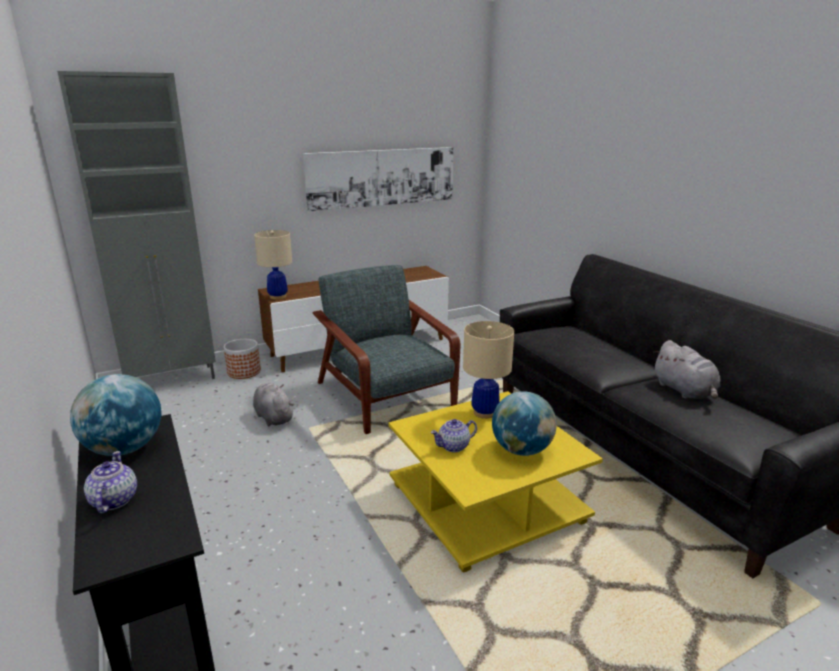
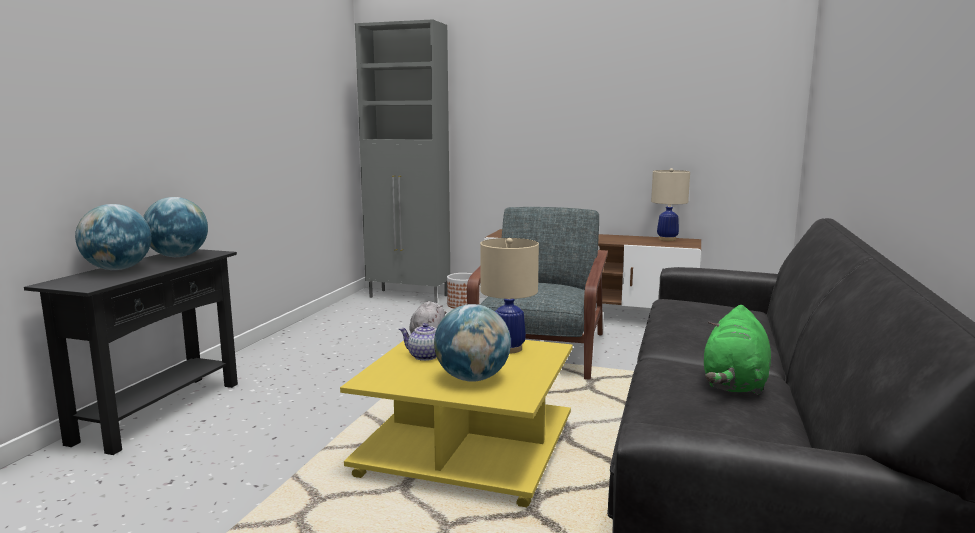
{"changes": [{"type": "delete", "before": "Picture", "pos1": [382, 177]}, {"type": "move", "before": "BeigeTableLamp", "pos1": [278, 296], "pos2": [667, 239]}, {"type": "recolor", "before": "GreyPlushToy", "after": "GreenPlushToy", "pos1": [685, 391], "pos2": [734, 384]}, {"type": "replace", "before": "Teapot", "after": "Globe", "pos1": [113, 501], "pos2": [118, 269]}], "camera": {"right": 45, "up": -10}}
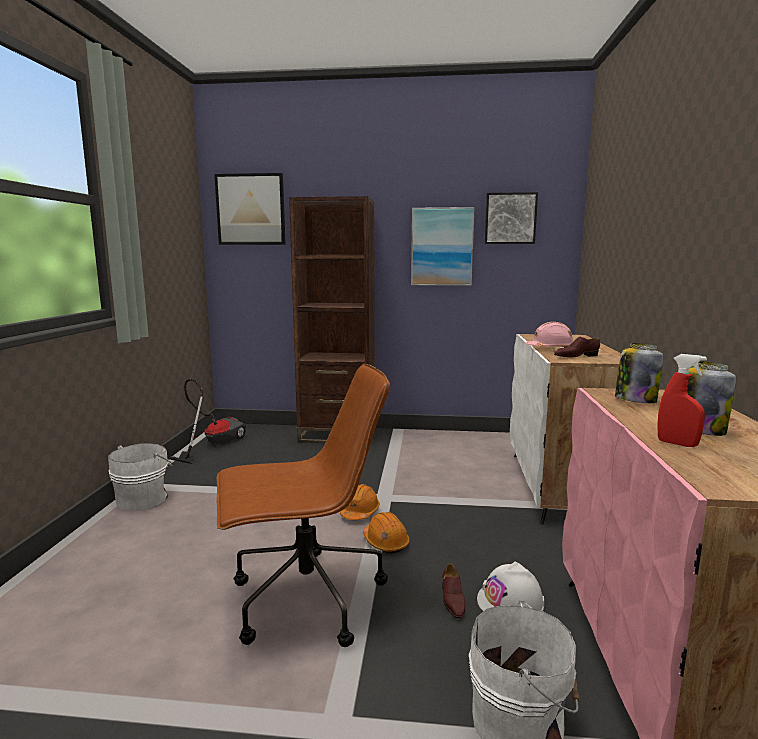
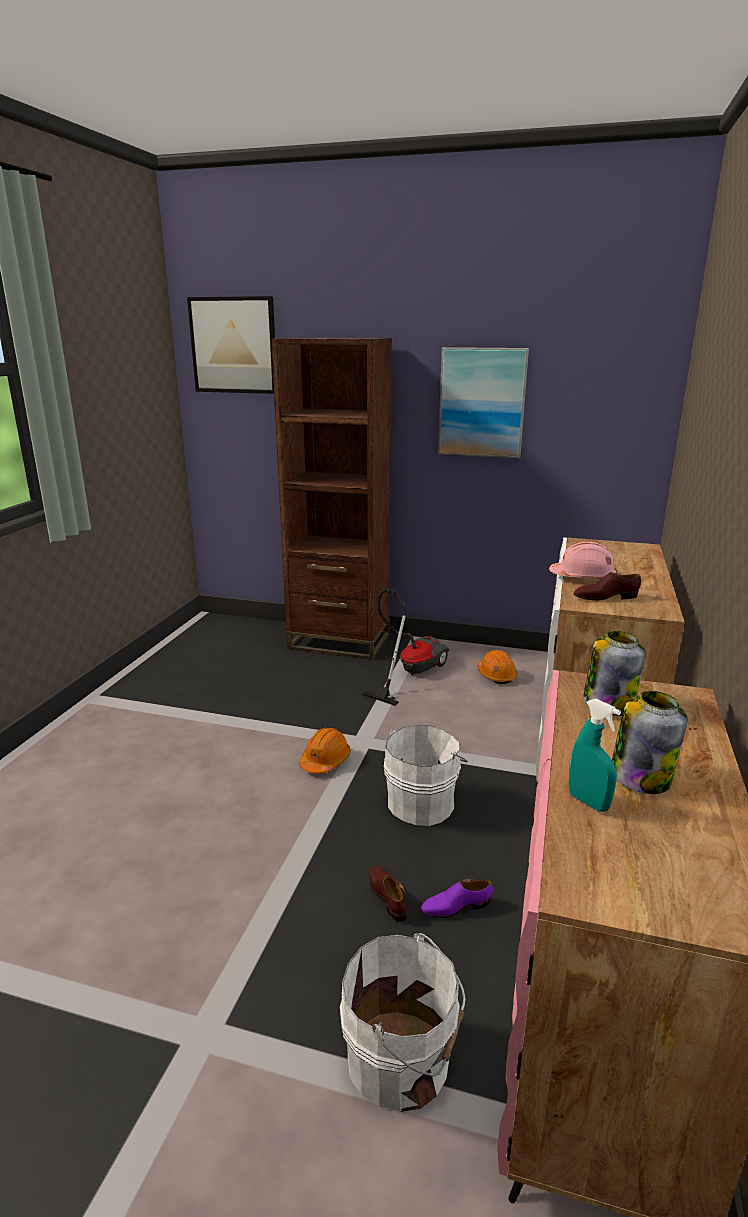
{"changes": [{"type": "delete", "before": "Picture", "pos1": [510, 218]}, {"type": "recolor", "before": "RedSprayBottle", "after": "TurquoiseSprayBottle", "pos1": [677, 444], "pos2": [588, 802]}, {"type": "delete", "before": "BrownOfficeChair", "pos1": [304, 599]}, {"type": "move", "before": "VacuumCleaner", "pos1": [213, 444], "pos2": [409, 673]}, {"type": "move", "before": "WhiteBucket", "pos1": [144, 498], "pos2": [423, 802]}, {"type": "move", "before": "OrangeHardHat", "pos1": [385, 542], "pos2": [496, 675]}, {"type": "replace", "before": "WhiteHardHat", "after": "PurpleShoe", "pos1": [510, 601], "pos2": [455, 907]}, {"type": "rotate", "before": "BrownShoe", "pos1": [452, 600], "pos2": [387, 896], "turn": 150}], "camera": {"right": 10, "up": 10}}
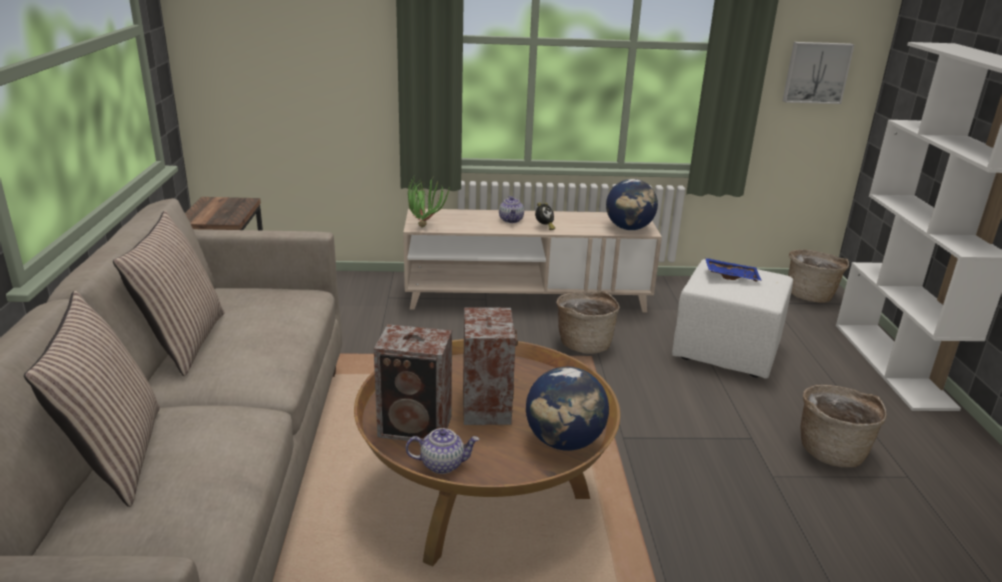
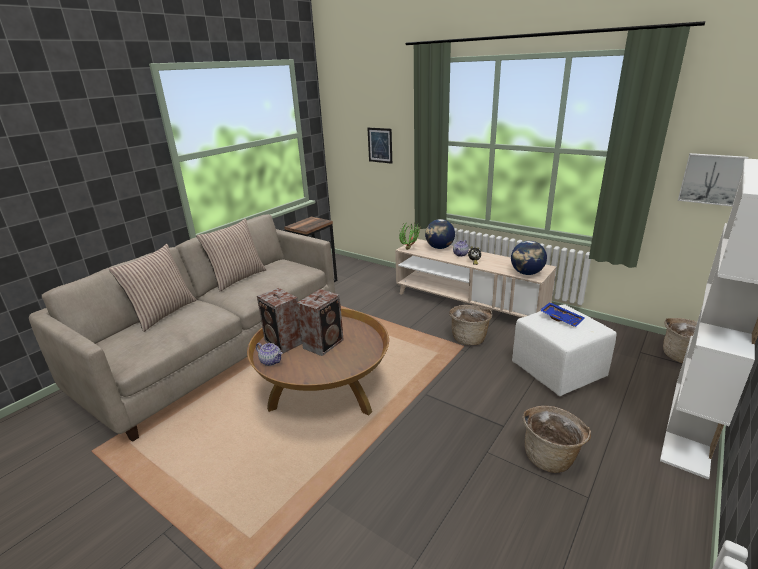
{"changes": [{"type": "move", "before": "Globe", "pos1": [564, 442], "pos2": [439, 248]}, {"type": "insert", "after": "Picture", "pos2": [380, 145]}], "camera": {"right": 40, "up": 0}}
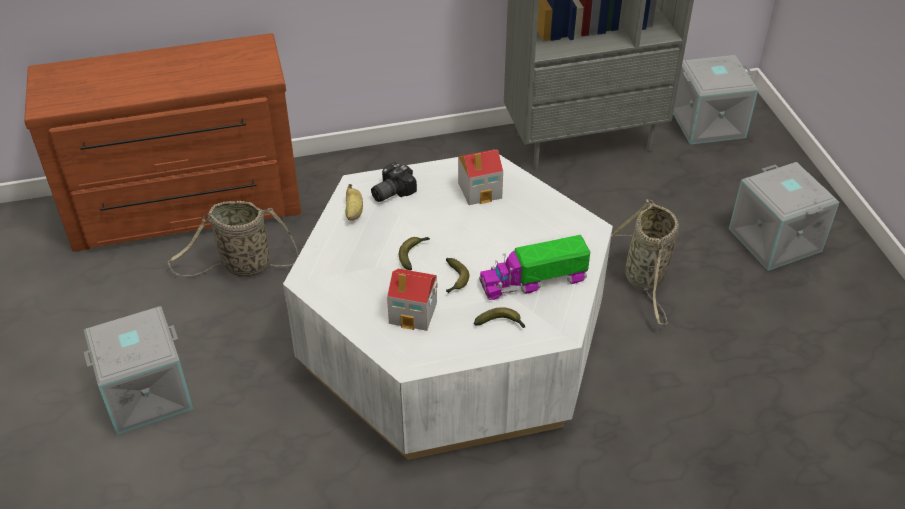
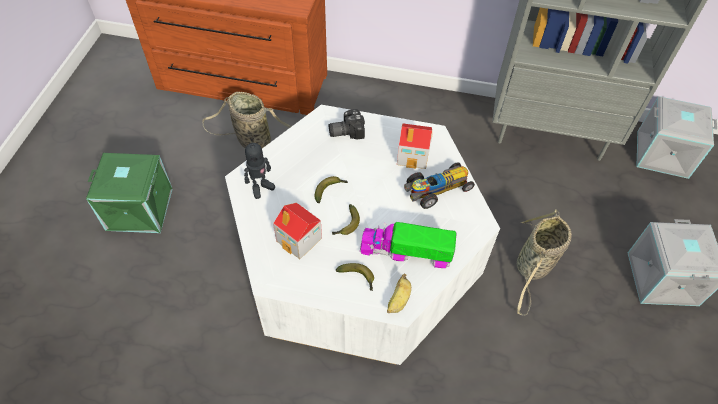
{"changes": [{"type": "move", "before": "Banana", "pos1": [354, 212], "pos2": [398, 301]}, {"type": "recolor", "before": "GreyStorageBox", "after": "GreenStorageBox", "pos1": [147, 392], "pos2": [140, 208]}, {"type": "insert", "after": "ToyRobot", "pos2": [261, 187]}, {"type": "insert", "after": "ToyCar", "pos2": [436, 190]}], "camera": {"right": 25, "up": 10}}
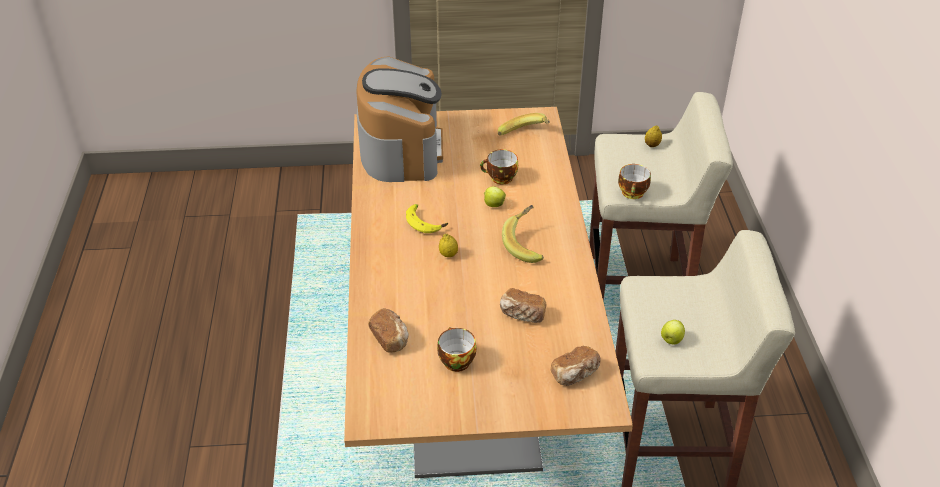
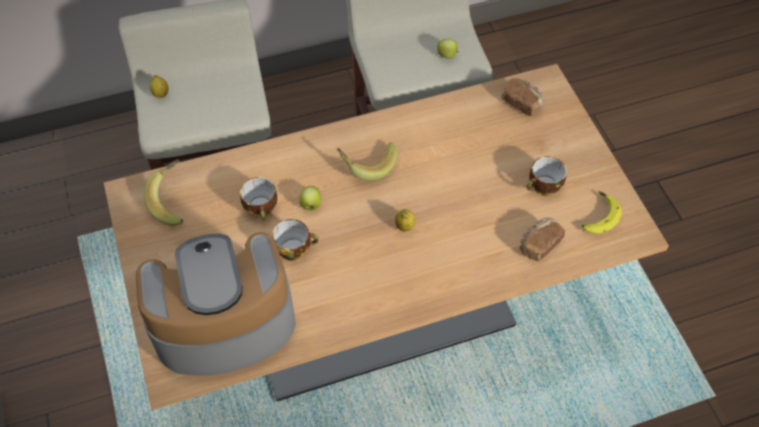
{"changes": [{"type": "move", "before": "Cup", "pos1": [633, 193], "pos2": [295, 248]}, {"type": "move", "before": "Banana", "pos1": [426, 222], "pos2": [597, 216]}, {"type": "delete", "before": "Bread", "pos1": [522, 315]}], "camera": {"right": -105, "up": 15}}
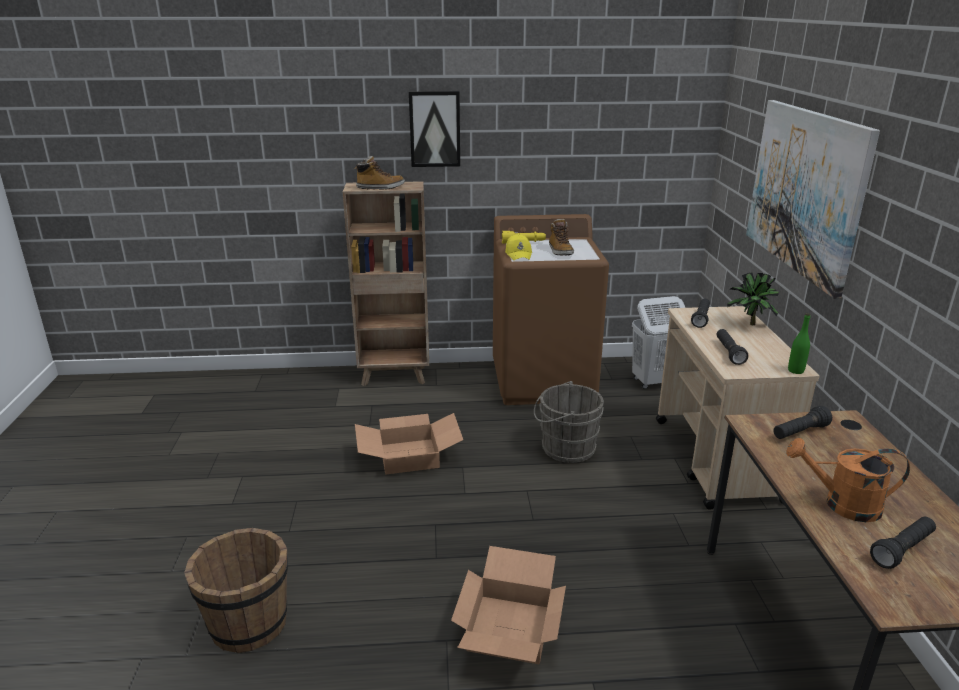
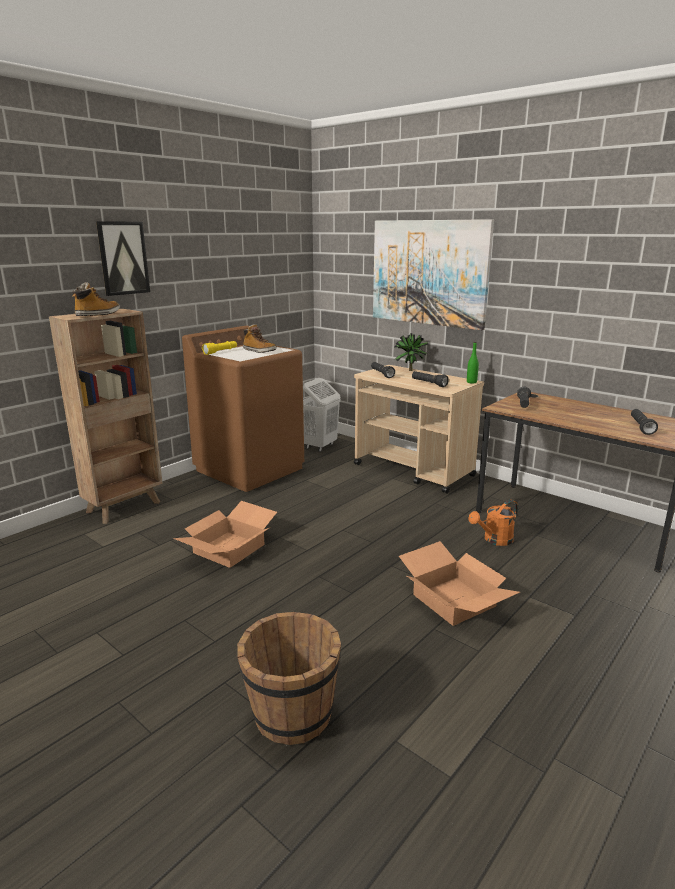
{"changes": [{"type": "delete", "before": "YellowCap", "pos1": [518, 254]}, {"type": "delete", "before": "GreyBucket", "pos1": [564, 448]}, {"type": "move", "before": "OrangeWateringCan", "pos1": [842, 505], "pos2": [494, 540]}], "camera": {"right": -45, "up": -5}}
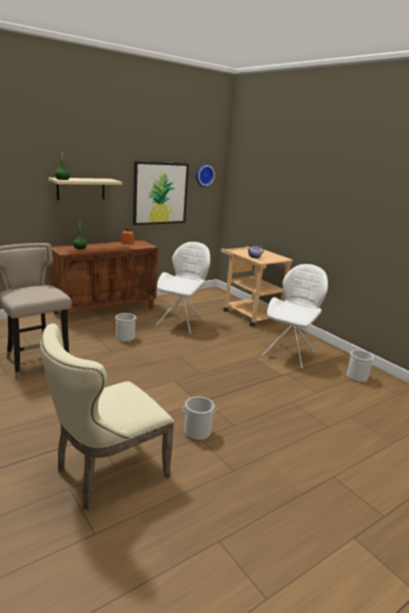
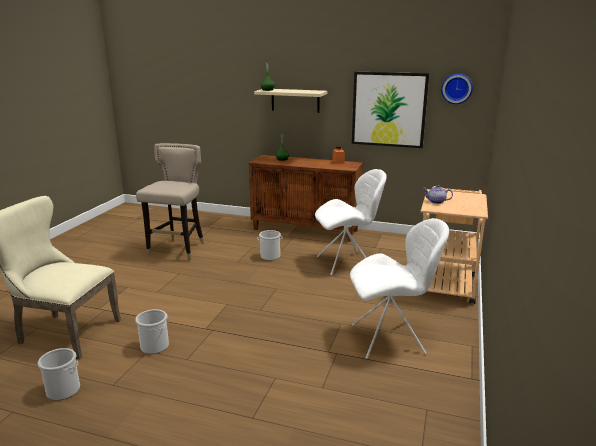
{"changes": [{"type": "move", "before": "Bucket", "pos1": [357, 377], "pos2": [63, 390]}], "camera": {"right": 55, "up": 0}}
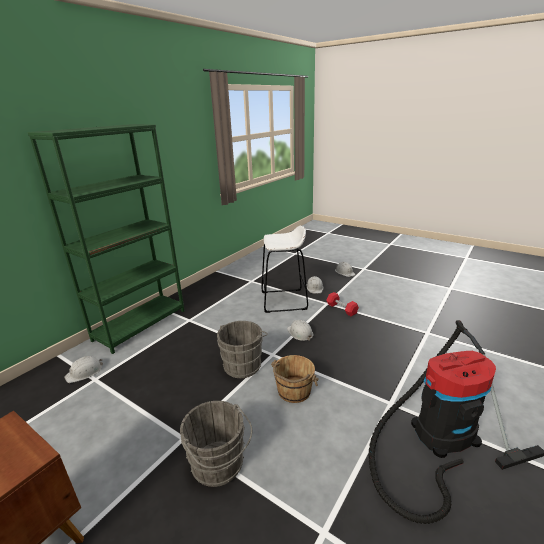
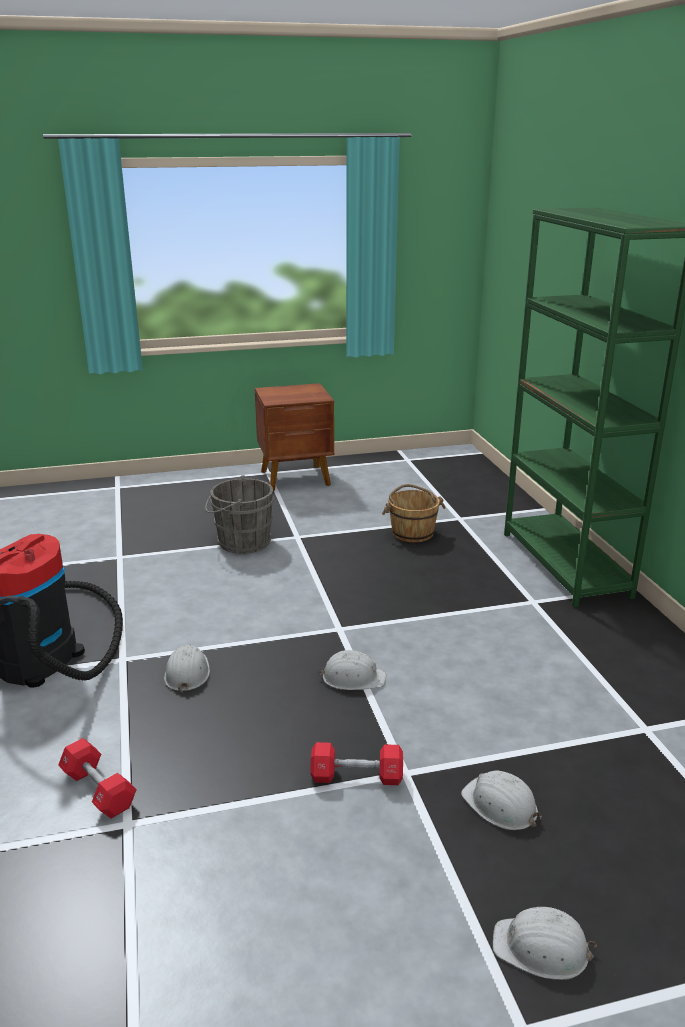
{"changes": [{"type": "delete", "before": "WhiteStool", "pos1": [284, 300]}, {"type": "delete", "before": "GreyBucket", "pos1": [243, 364]}, {"type": "move", "before": "BrownBucket", "pos1": [293, 391], "pos2": [412, 532]}, {"type": "move", "before": "WhiteHardHat", "pos1": [84, 372], "pos2": [187, 673]}, {"type": "insert", "after": "RedDumbbell", "pos2": [98, 790]}], "camera": {"right": 130, "up": 0}}
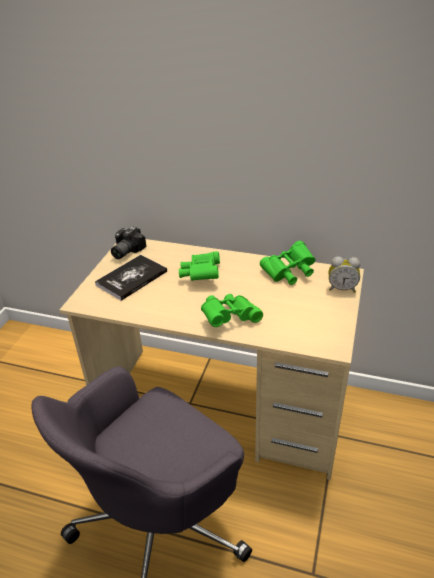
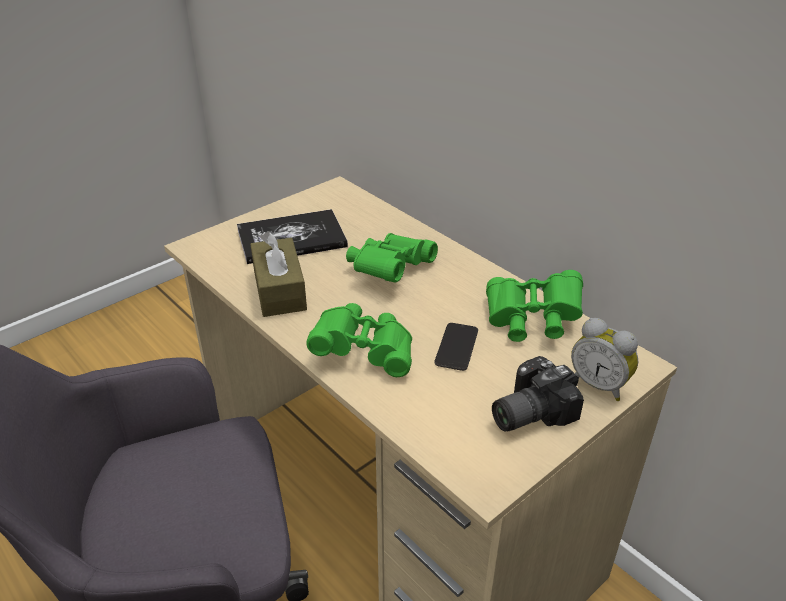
{"changes": [{"type": "move", "before": "PhotoCamera", "pos1": [125, 251], "pos2": [527, 411]}, {"type": "insert", "after": "BrownTissueBox", "pos2": [279, 290]}, {"type": "insert", "after": "Phone", "pos2": [456, 347]}], "camera": {"right": 30, "up": 0}}
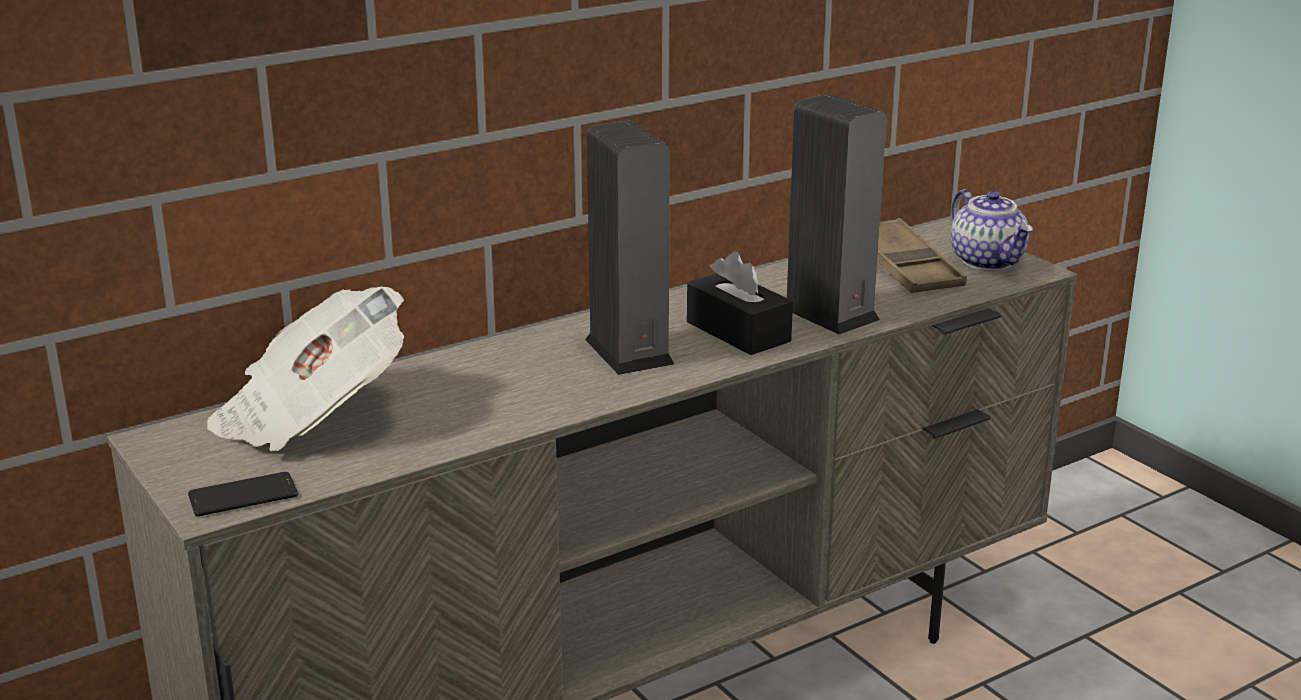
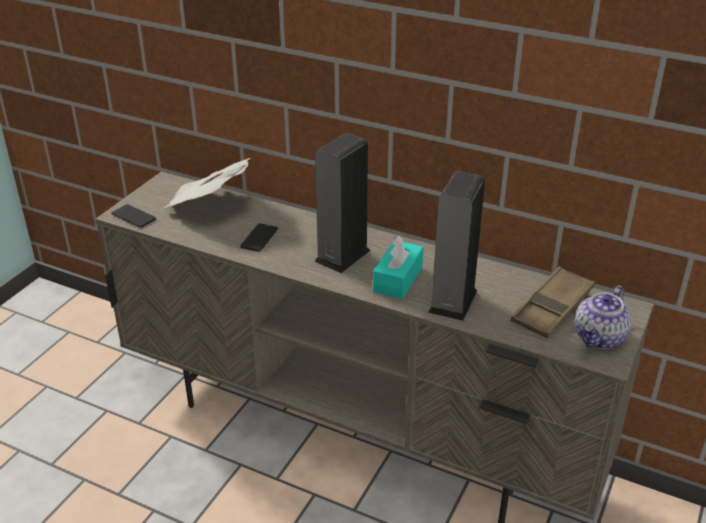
{"changes": [{"type": "recolor", "before": "BlackTissueBox", "after": "TurquoiseTissueBox", "pos1": [738, 332], "pos2": [398, 279]}, {"type": "insert", "after": "Phone", "pos2": [259, 238]}], "camera": {"right": 60, "up": 10}}
